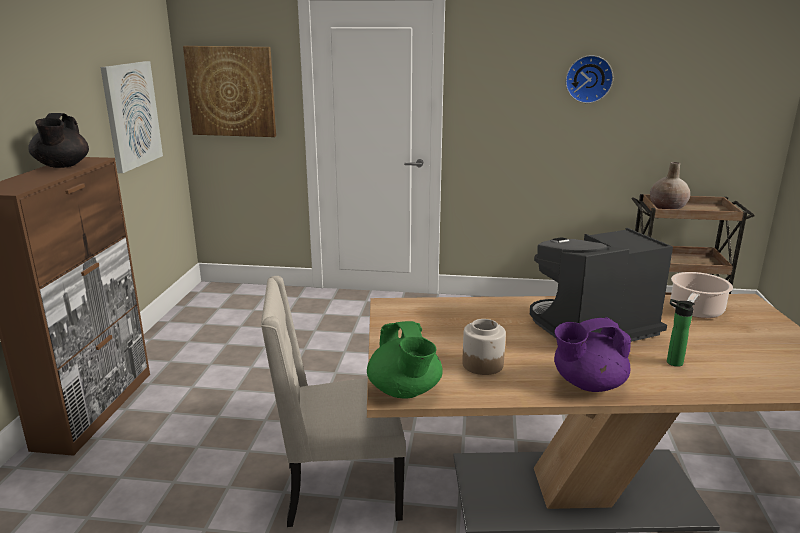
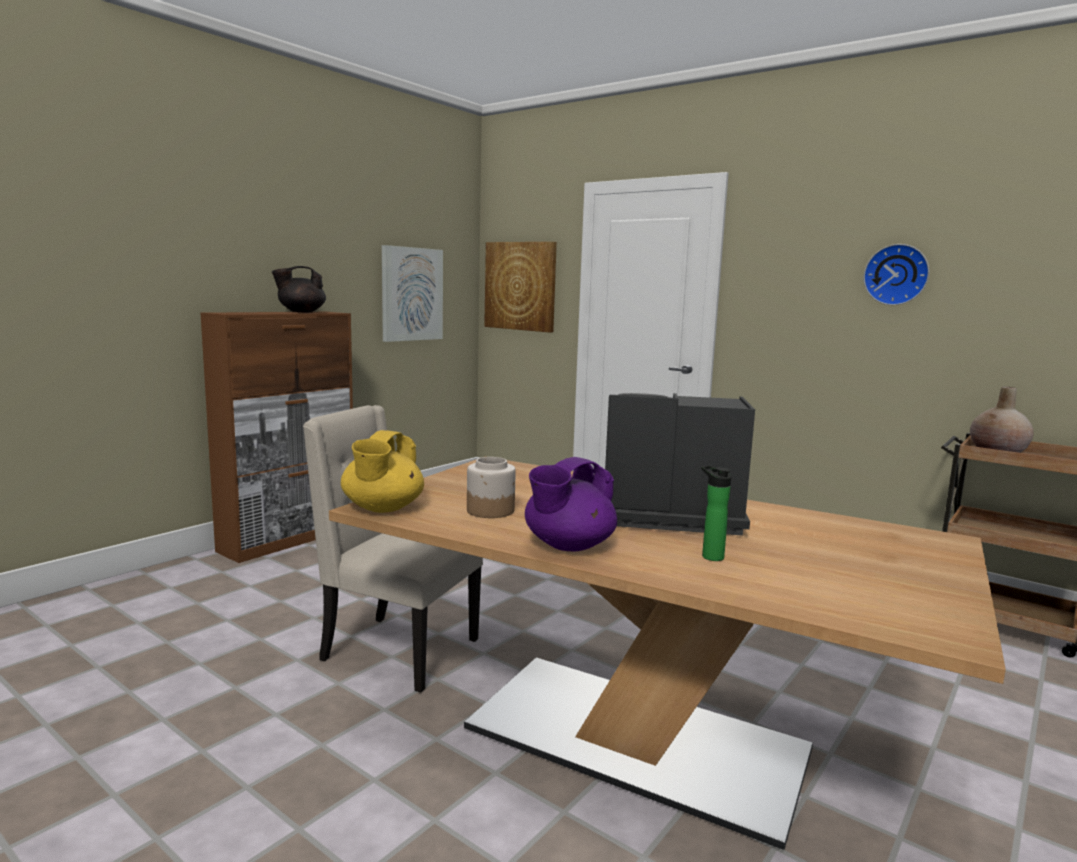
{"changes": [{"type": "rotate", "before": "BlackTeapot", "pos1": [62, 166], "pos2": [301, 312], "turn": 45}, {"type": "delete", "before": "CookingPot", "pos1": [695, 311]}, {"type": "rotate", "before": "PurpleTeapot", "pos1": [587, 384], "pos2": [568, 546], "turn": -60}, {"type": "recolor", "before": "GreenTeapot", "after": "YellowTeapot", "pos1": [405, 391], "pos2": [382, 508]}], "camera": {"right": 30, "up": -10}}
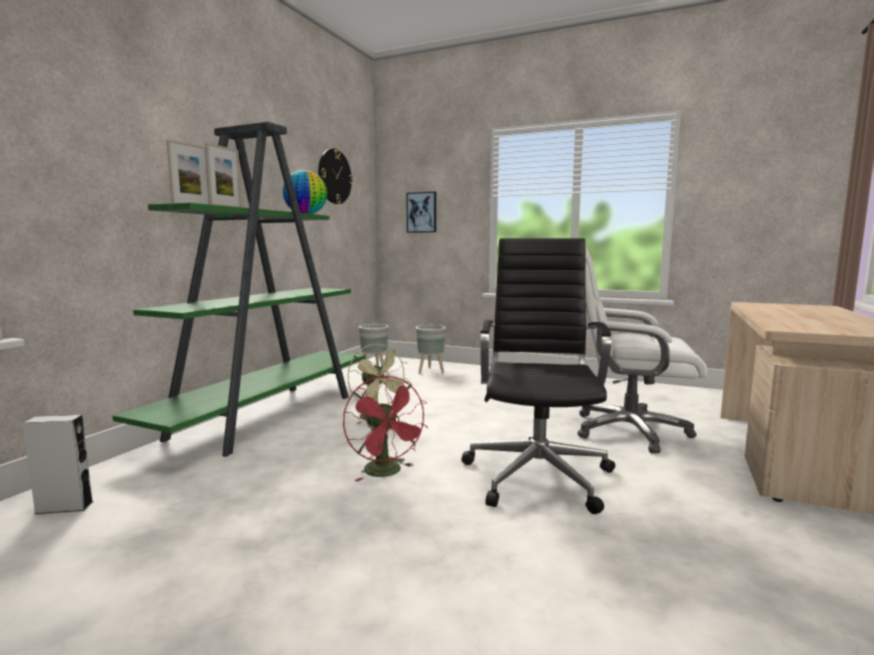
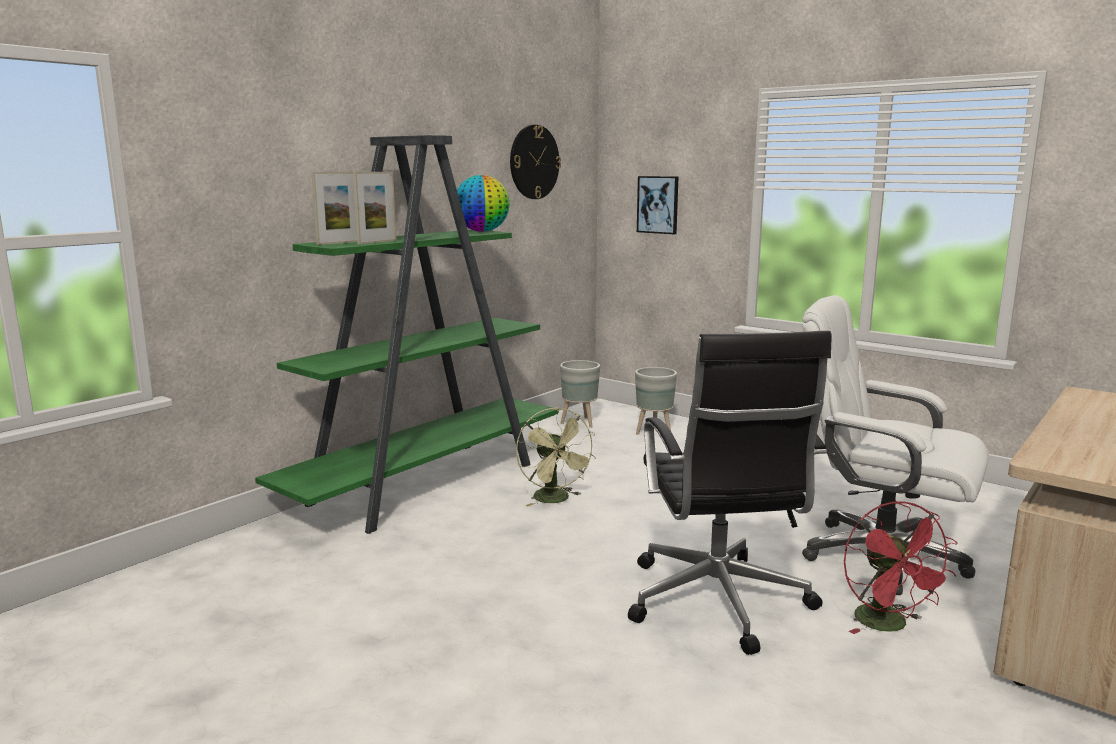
{"changes": [{"type": "rotate", "before": "BlackOfficeChair", "pos1": [538, 474], "pos2": [718, 603], "turn": 150}, {"type": "move", "before": "RedFan", "pos1": [387, 473], "pos2": [889, 625]}, {"type": "delete", "before": "GreySpeaker", "pos1": [64, 507]}], "camera": {"right": 15, "up": 5}}
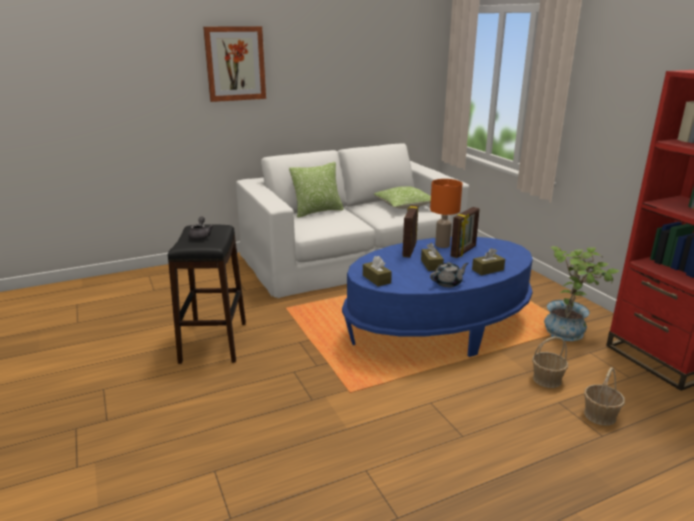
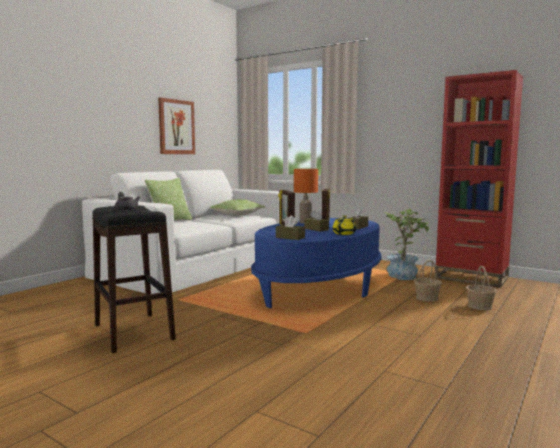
{"changes": [{"type": "move", "before": "Picture", "pos1": [235, 64], "pos2": [176, 127]}, {"type": "recolor", "before": "GreyTeapot", "after": "YellowTeapot", "pos1": [448, 283], "pos2": [344, 233]}], "camera": {"right": -30, "up": -15}}
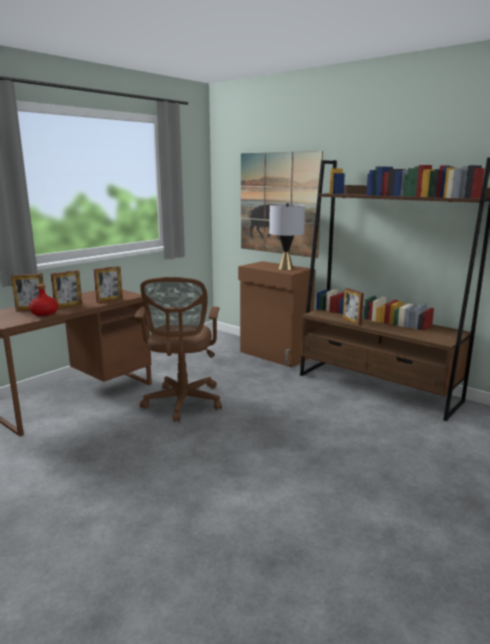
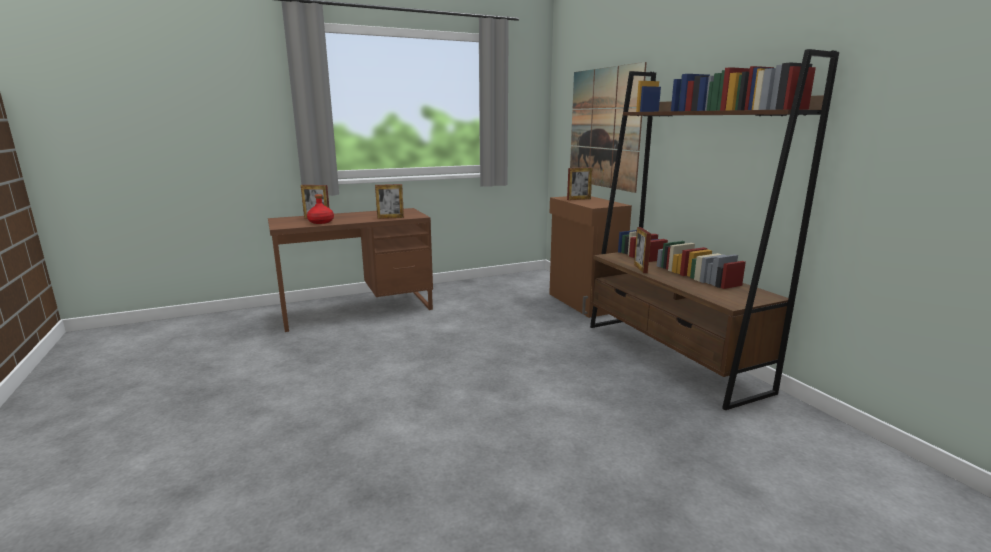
{"changes": [{"type": "delete", "before": "GreyTableLamp", "pos1": [285, 268]}, {"type": "move", "before": "PictureFrame", "pos1": [68, 306], "pos2": [579, 199]}, {"type": "delete", "before": "BrownOfficeChair", "pos1": [182, 403]}], "camera": {"right": 25, "up": 0}}
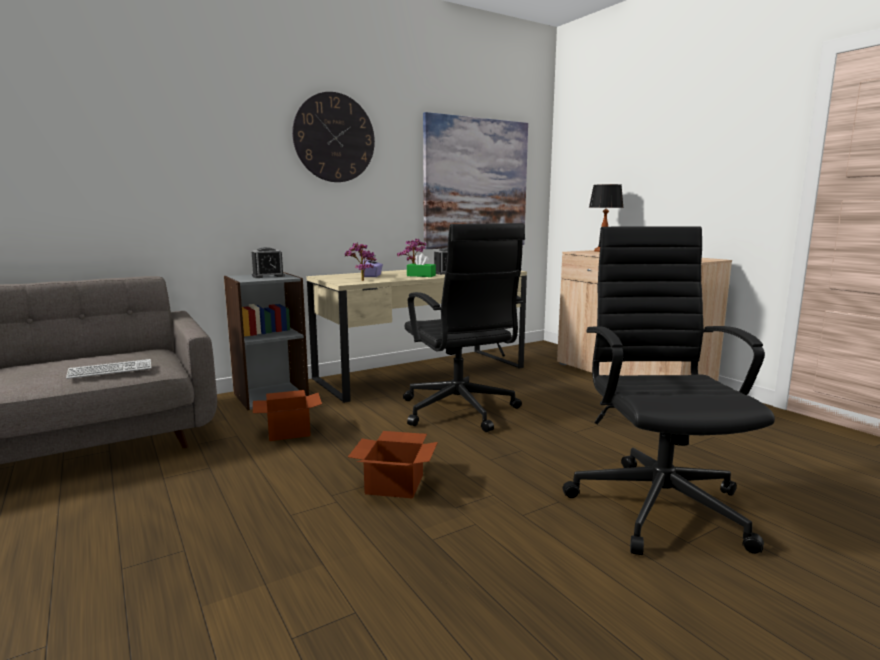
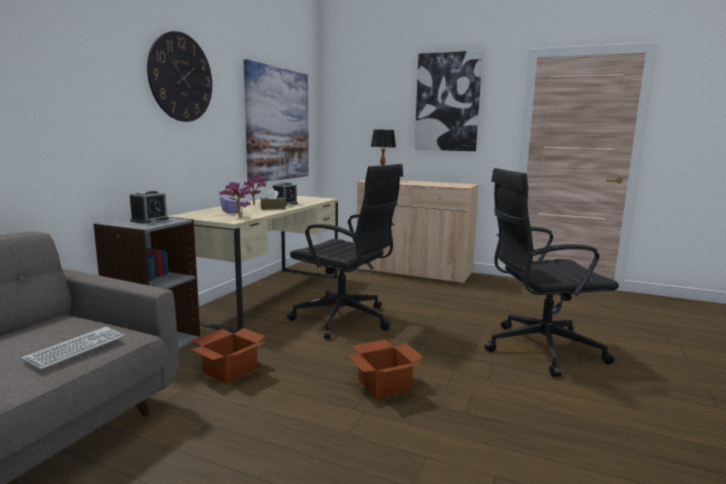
{"changes": [{"type": "rotate", "before": "BlackOfficeChair", "pos1": [658, 504], "pos2": [539, 349], "turn": -60}, {"type": "recolor", "before": "GreenTissueBox", "after": "BrownTissueBox", "pos1": [421, 275], "pos2": [273, 208]}, {"type": "insert", "after": "Picture", "pos2": [447, 102]}], "camera": {"right": -35, "up": 0}}
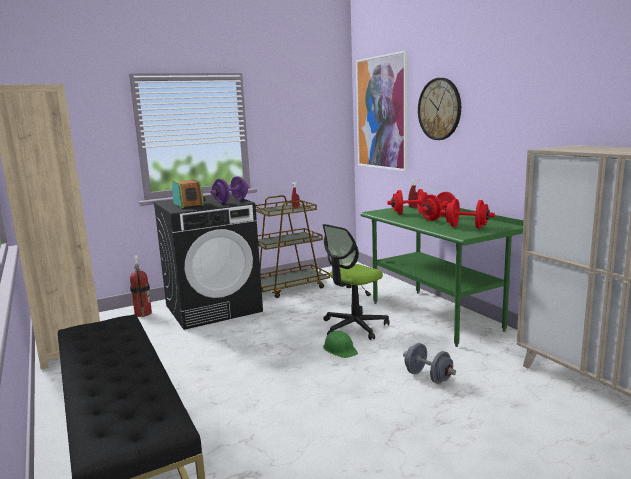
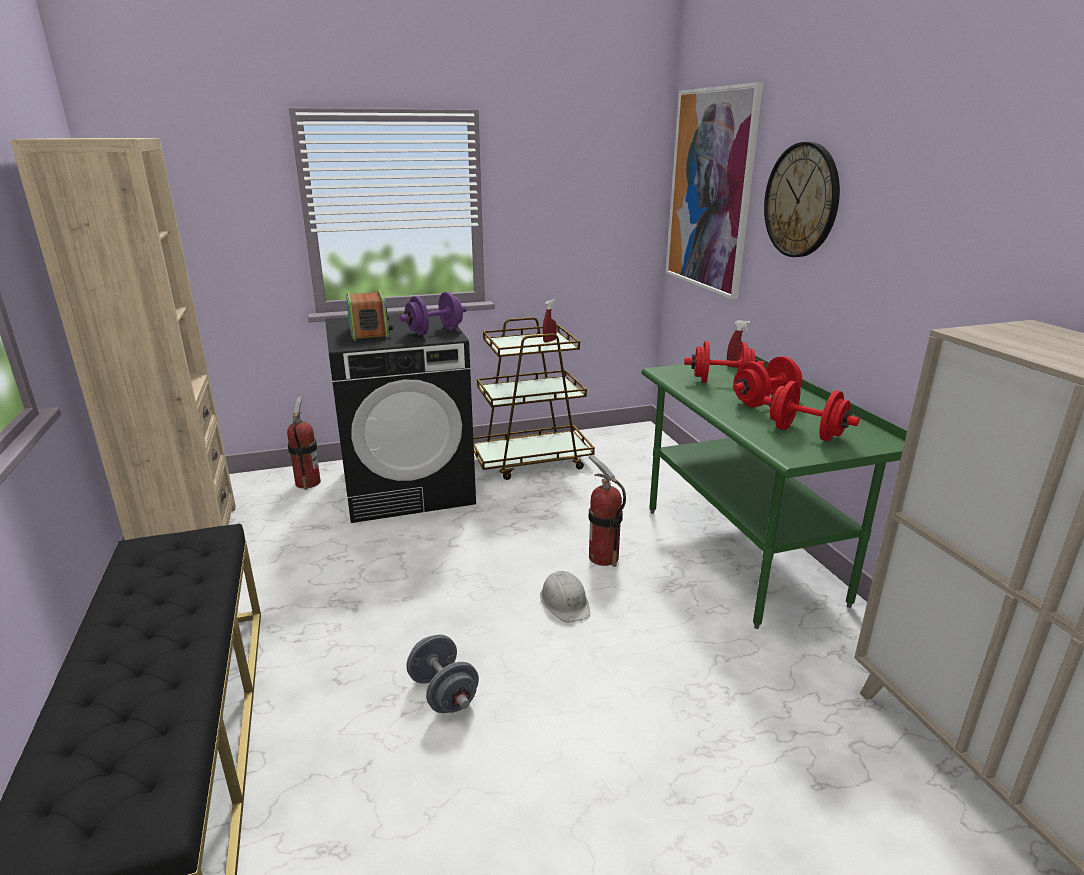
{"changes": [{"type": "replace", "before": "OfficeChair", "after": "FireExtinguisher", "pos1": [354, 327], "pos2": [603, 557]}, {"type": "recolor", "before": "GreenHardHat", "after": "WhiteHardHat", "pos1": [340, 349], "pos2": [565, 602]}, {"type": "move", "before": "GreyDumbbell", "pos1": [428, 377], "pos2": [443, 693]}], "camera": {"right": 10, "up": 10}}
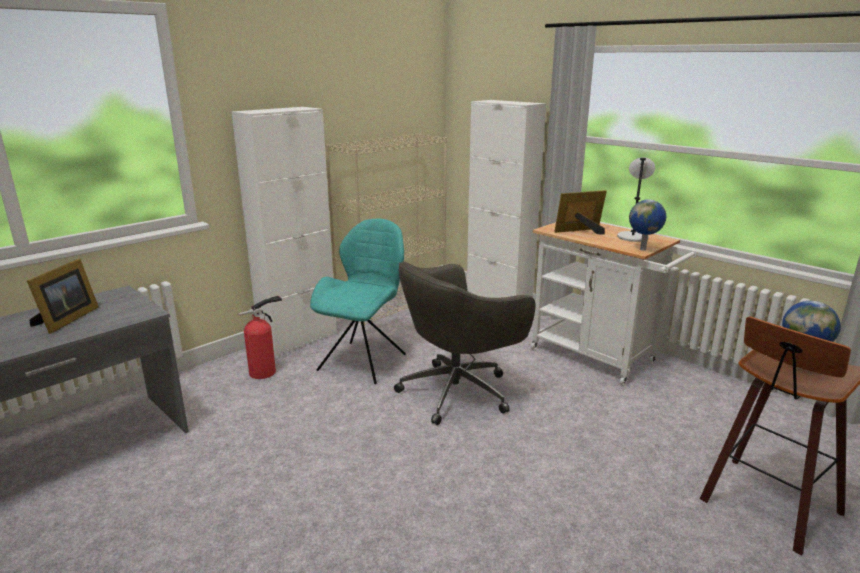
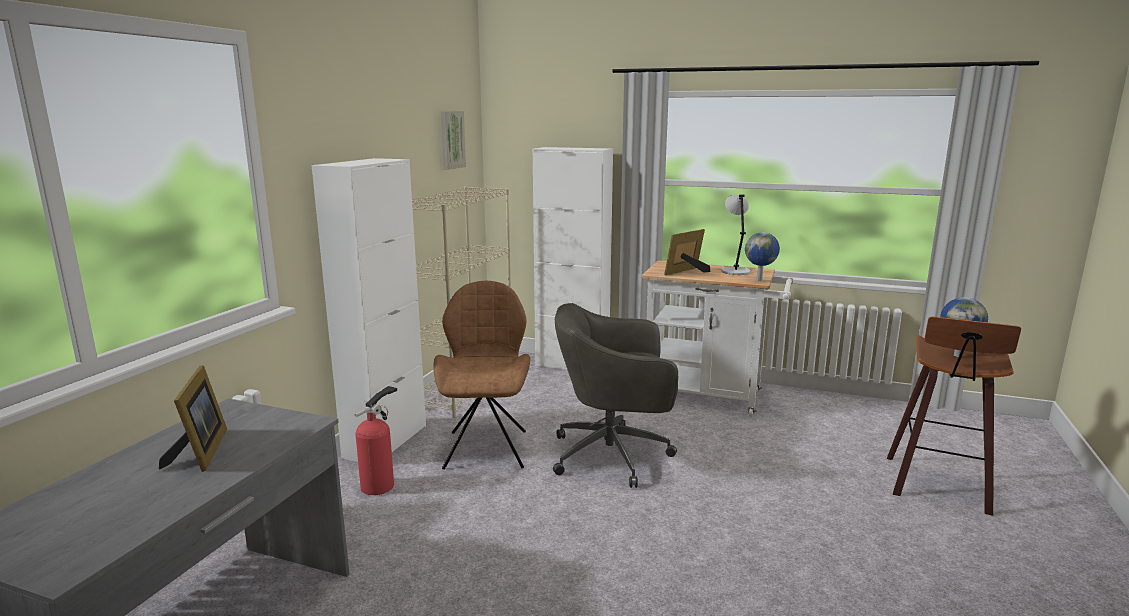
{"changes": [{"type": "recolor", "before": "TurquoiseChair", "after": "BrownChair", "pos1": [364, 361], "pos2": [486, 448]}, {"type": "rotate", "before": "GreyOfficeChair", "pos1": [458, 391], "pos2": [614, 455], "turn": 60}, {"type": "insert", "after": "Picture", "pos2": [451, 139]}], "camera": {"right": -25, "up": -5}}
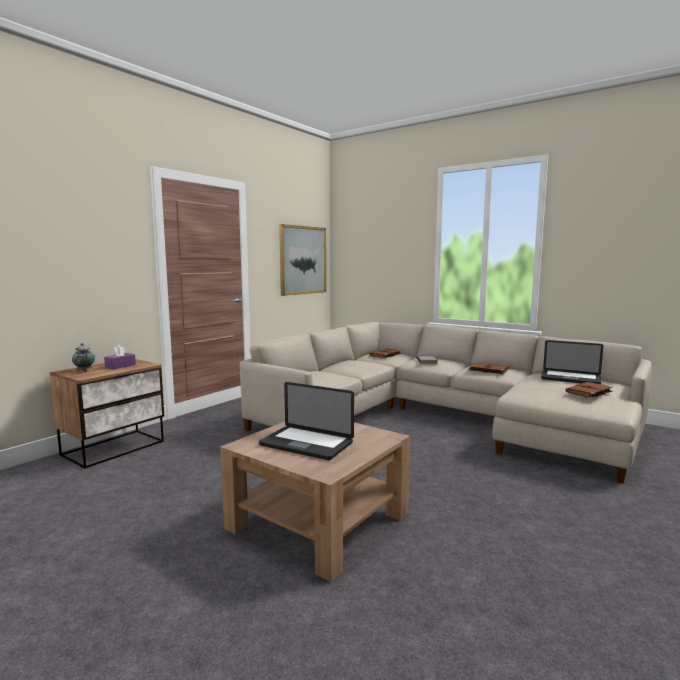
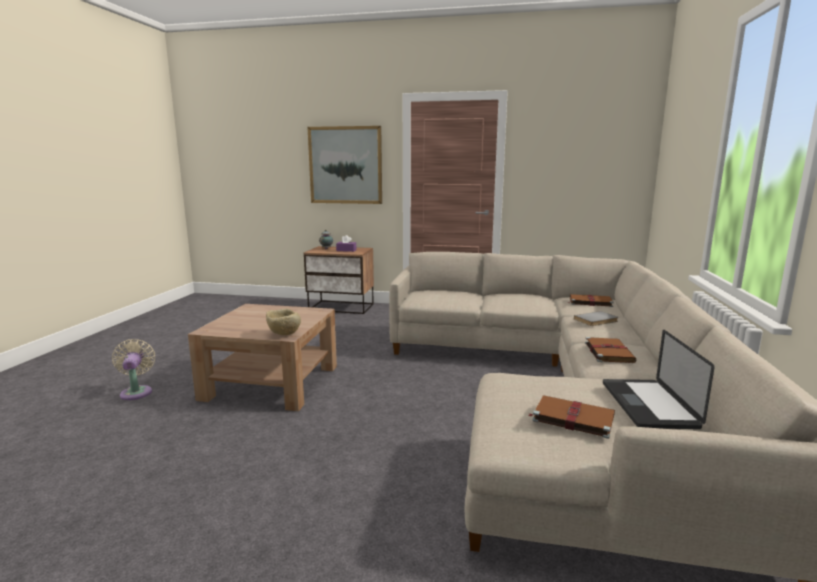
{"changes": [{"type": "move", "before": "Picture", "pos1": [303, 260], "pos2": [345, 165]}, {"type": "delete", "before": "Laptop", "pos1": [306, 444]}, {"type": "insert", "after": "BeigeBowl", "pos2": [283, 334]}, {"type": "insert", "after": "BeigeFan", "pos2": [137, 392]}], "camera": {"right": 65, "up": 5}}
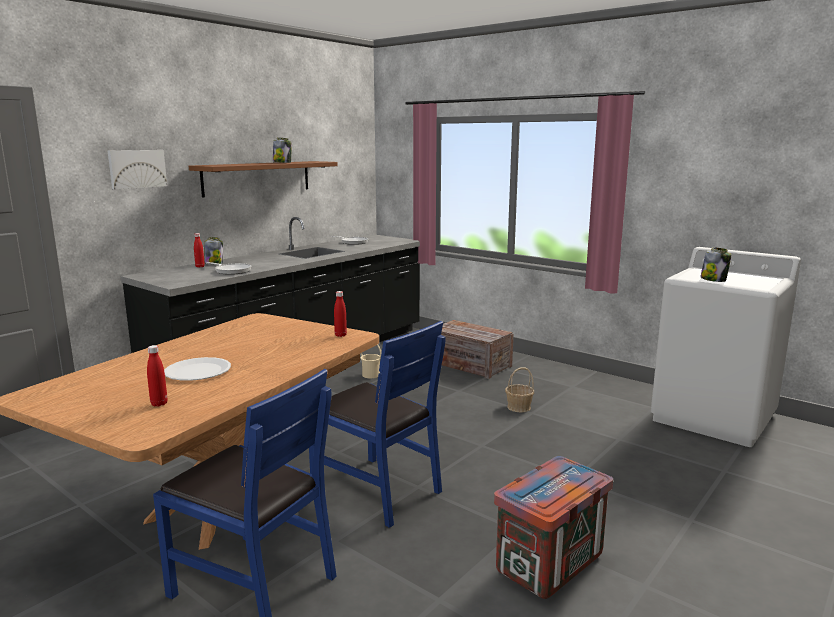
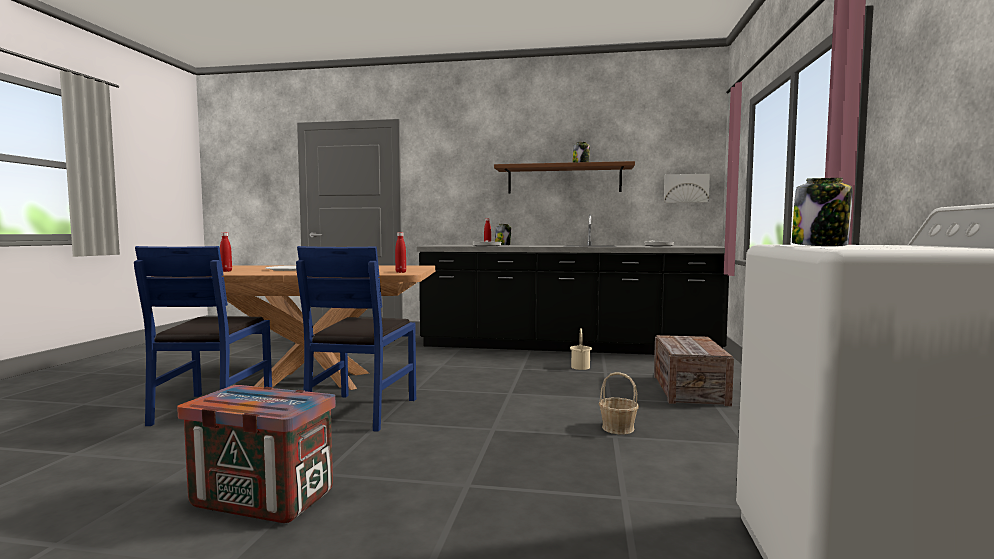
{"changes": [{"type": "move", "before": "Picture", "pos1": [137, 169], "pos2": [686, 188]}], "camera": {"right": 60, "up": -10}}
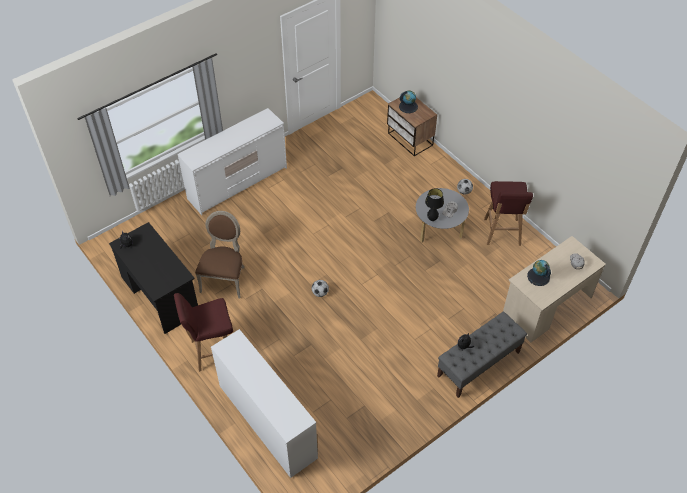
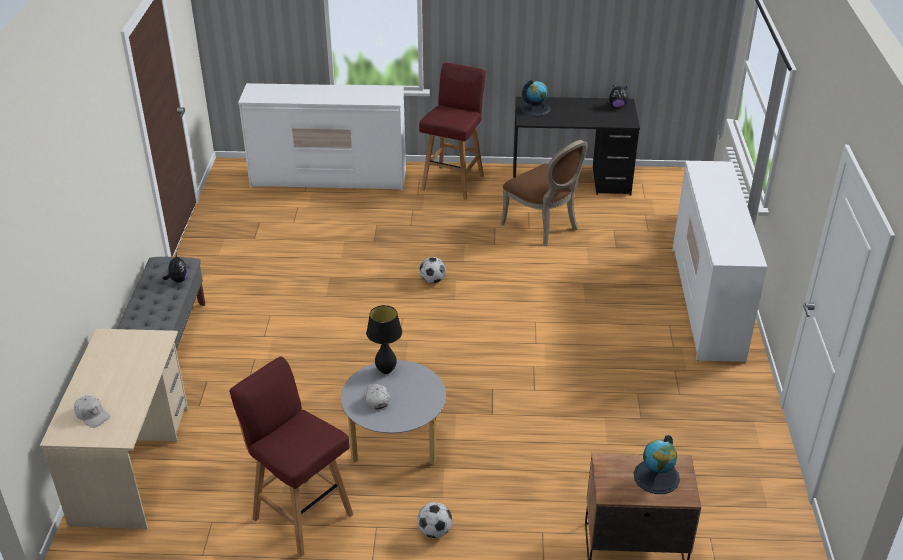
{"changes": [{"type": "move", "before": "Globe", "pos1": [538, 276], "pos2": [535, 109]}], "camera": {"right": 130, "up": -15}}
